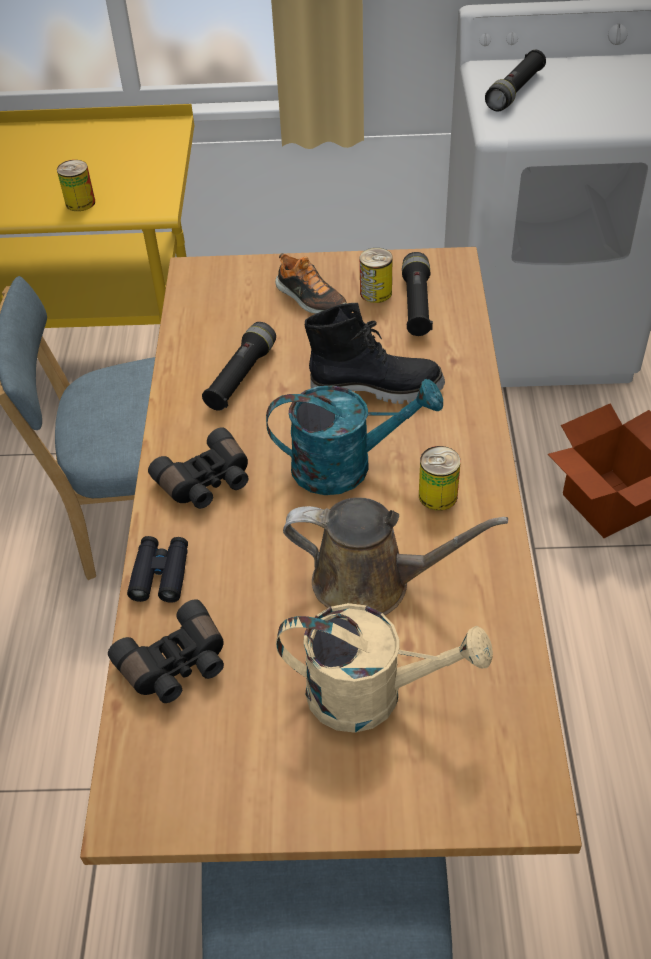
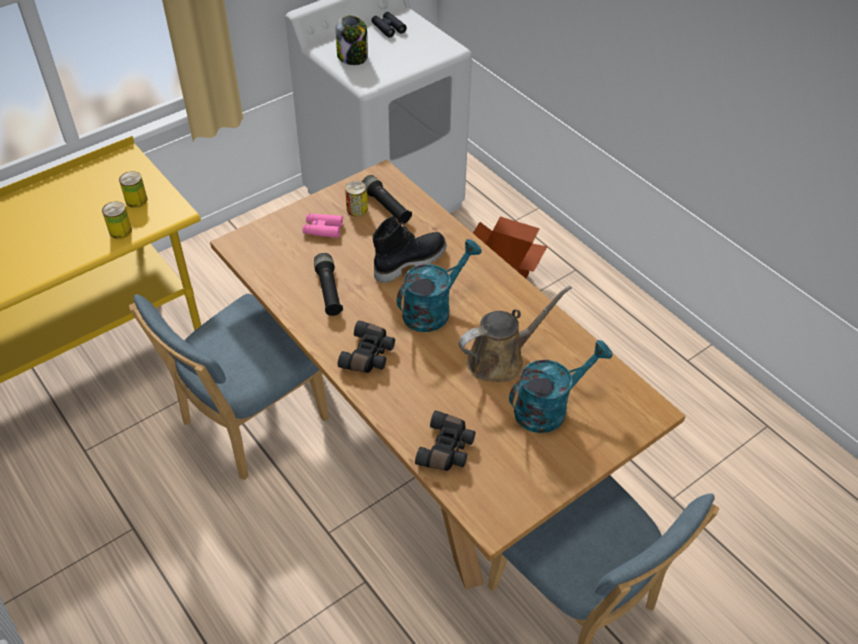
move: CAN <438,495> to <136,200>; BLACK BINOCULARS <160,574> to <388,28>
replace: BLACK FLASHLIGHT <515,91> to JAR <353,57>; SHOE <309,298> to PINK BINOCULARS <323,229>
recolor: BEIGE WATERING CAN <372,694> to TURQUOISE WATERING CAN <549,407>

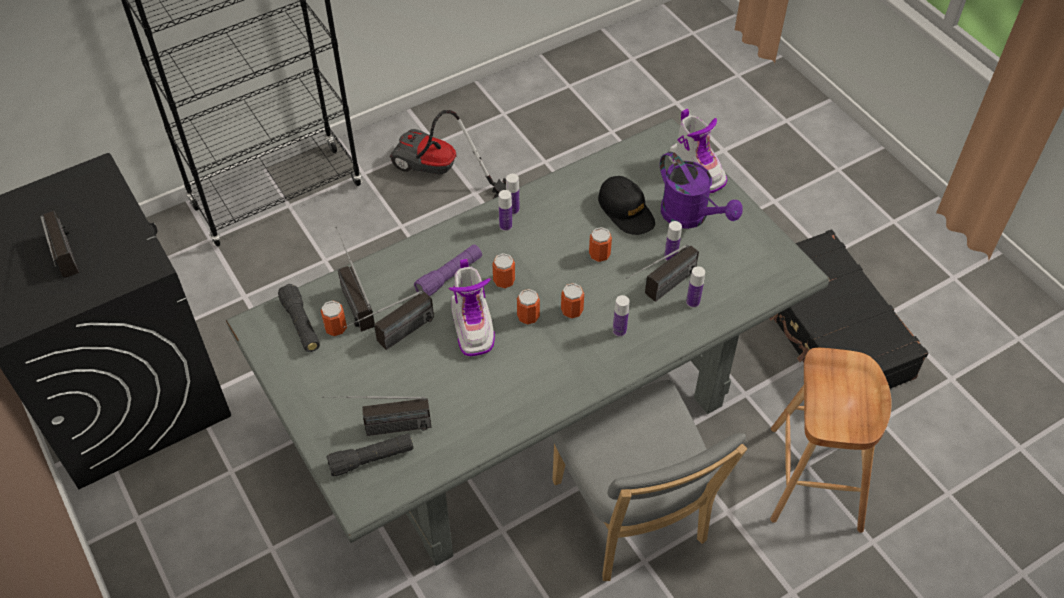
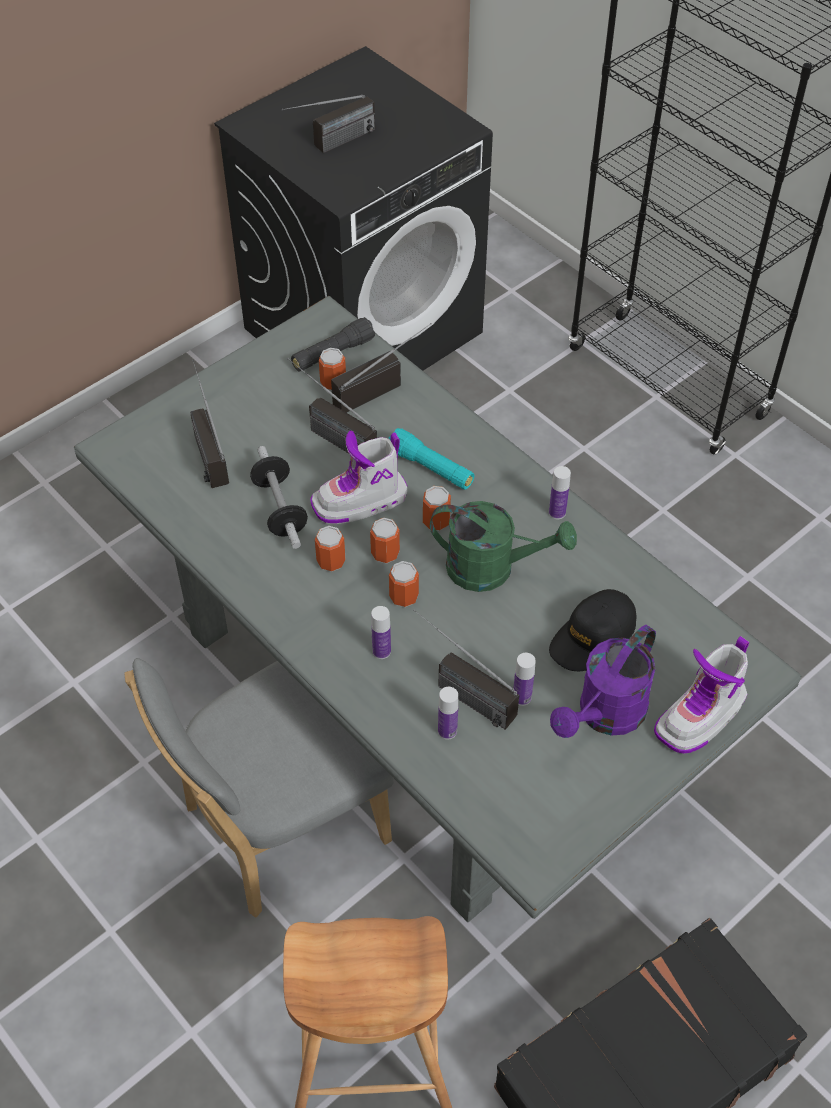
delete: VACUUM CLEANER <439,173>; BOTTLE <505,226>; BLACK FLASHLIGHT <371,459>
insert: DUMBBELL <280,509>; GREEN WATERING CAN <492,568>
move: CAN <599,255> to <331,561>
recolor: PURPLE FLASHLIGHT <449,276> to TURQUOISE FLASHLIGHT <431,468>

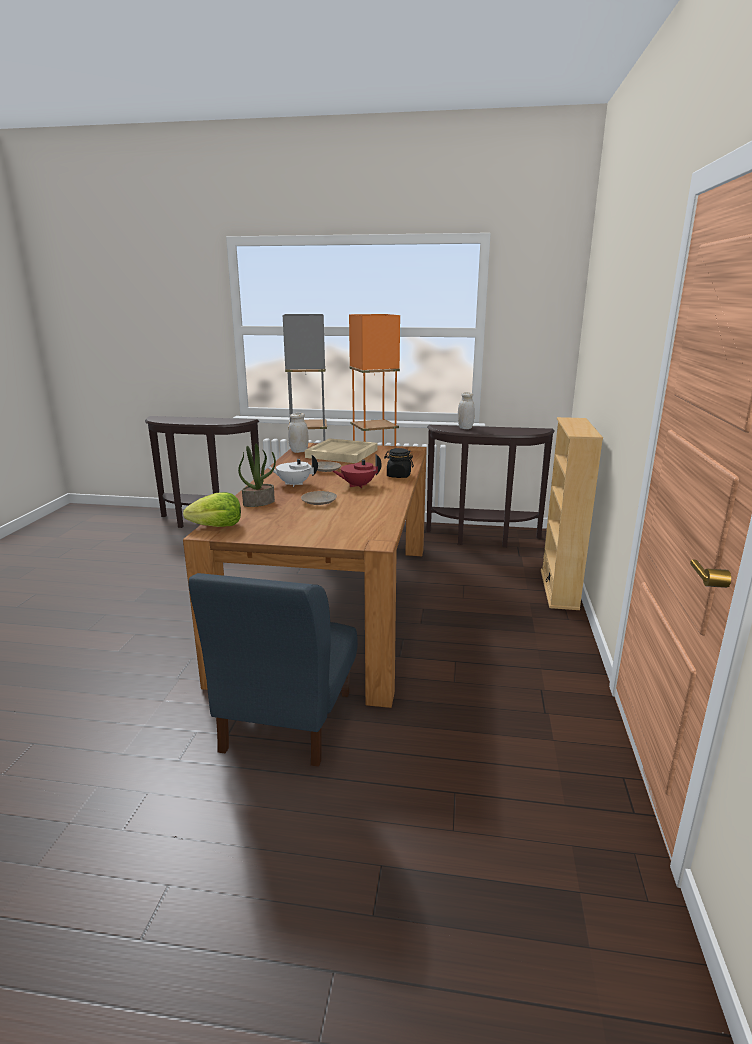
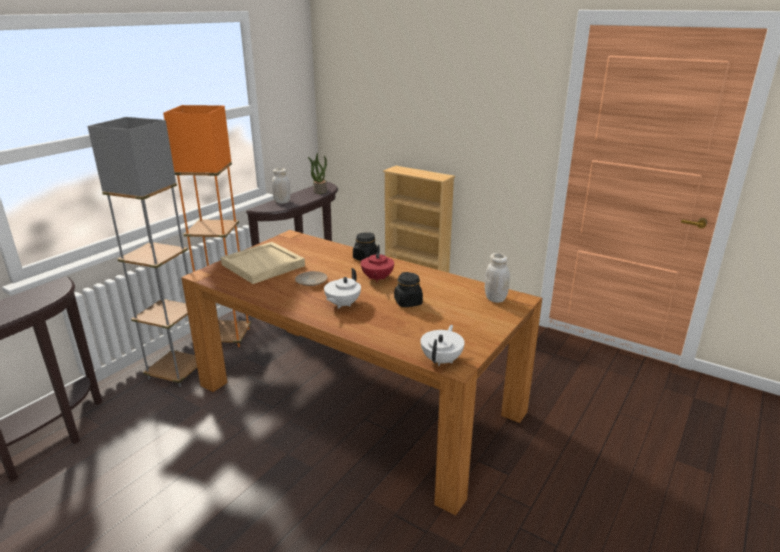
delete: BLUE CHAIR <286,721>
move: WHITE JAR <299,451> to <495,299>; POTTED PLANT <259,502> to <319,191>
replace: BEIGE PLATE <319,502> to BLACK JAR <408,302>; LETTUCE <217,526> to WHITE TEAPOT <442,360>

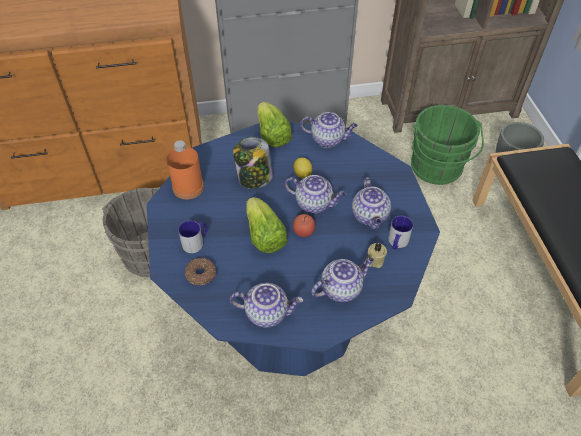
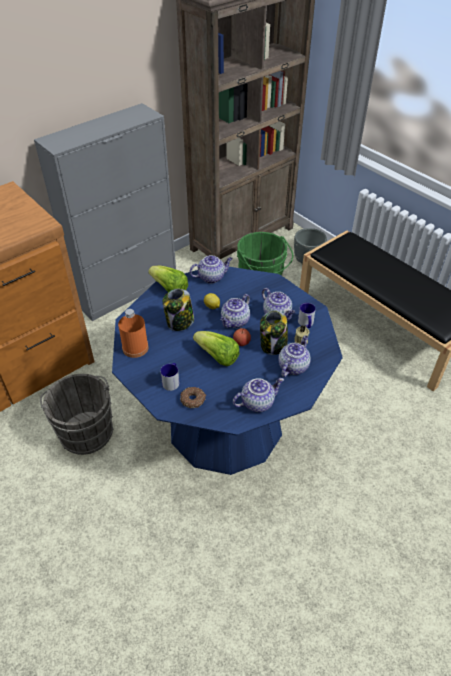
insert: JAR <273,345>
rotate: TEAPOT <314,204> = <235,322> 135 degrees clockwise

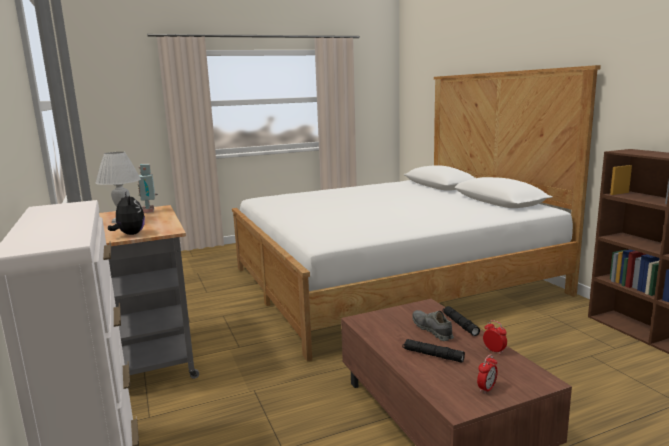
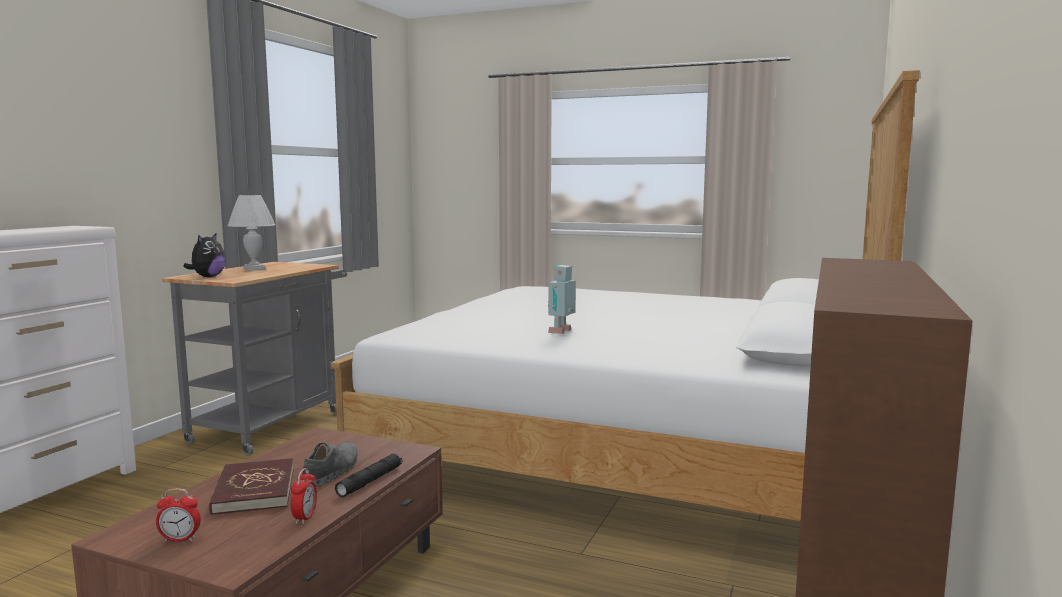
move: TOY ROBOT <150,211> to <562,332>
replace: BLACK FLASHLIGHT <432,355> to RED BOOK <254,490>

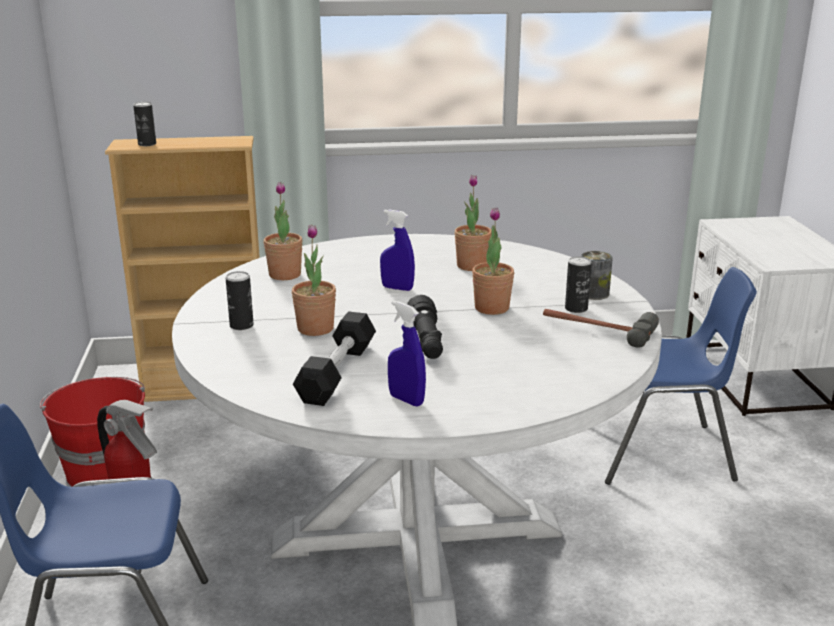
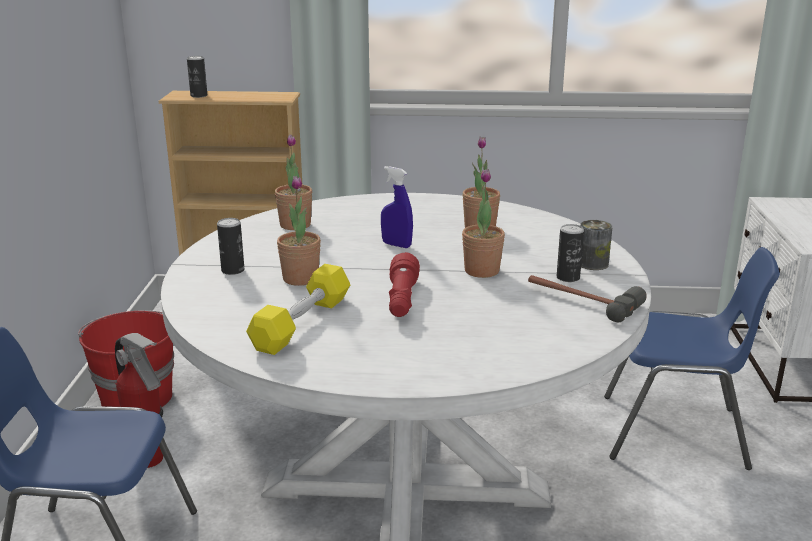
delete: BLUE SPRAY BOTTLE <406,400>
recolor: BLACK FLASHLIGHT <426,342> to RED FLASHLIGHT <402,300>; BLACK DUMBBELL <337,372> to YELLOW DUMBBELL <302,323>

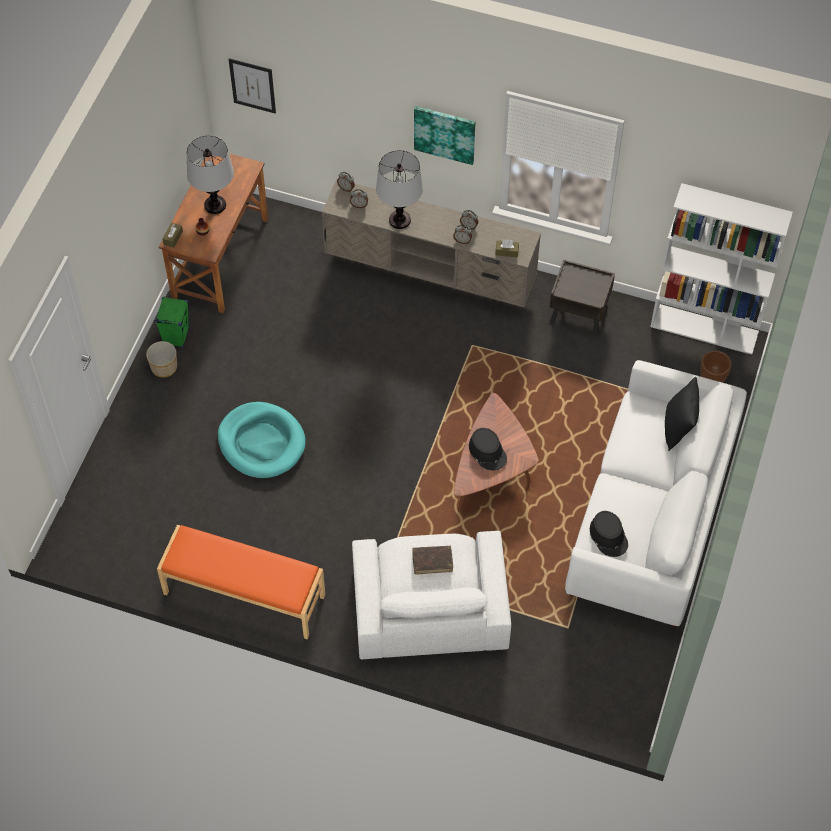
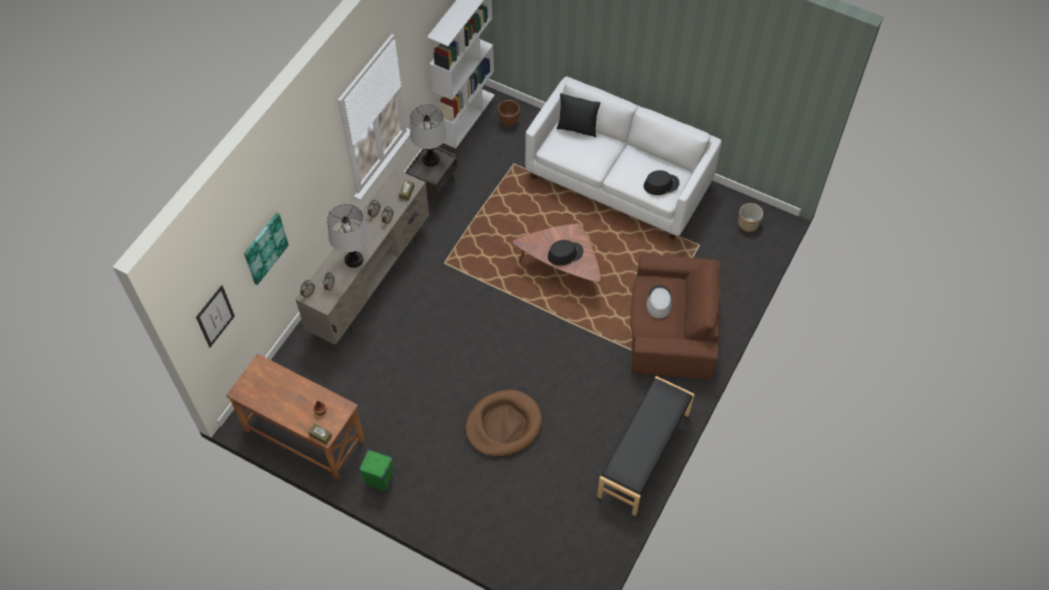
move: PICTURE <445,134> to <265,248>; TABLE LAMP <214,205> to <431,159>; PLANTER <164,367> to <748,223>
replace: BROWN BOOK <432,561> to GREY HAT <659,302>
recolor: TURQUOISE DOG BED <261,442> to BROWN DOG BED <503,425>; ORANGE BENCH <244,595> to BLACK BENCH <644,455>; WHITE ARMCHAIR <429,607> to BROWN ARMCHAIR <671,328>

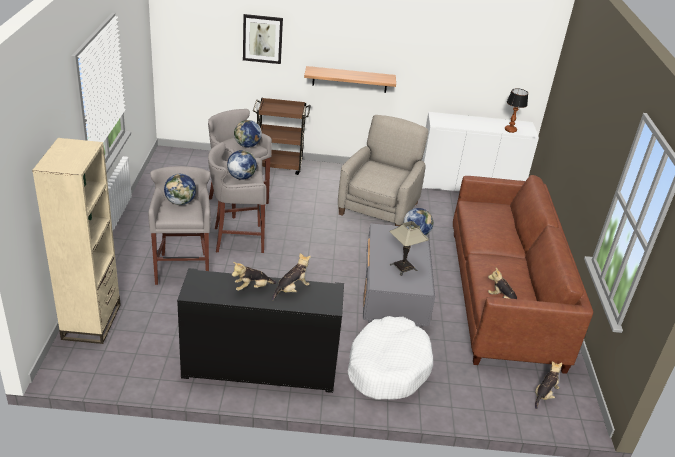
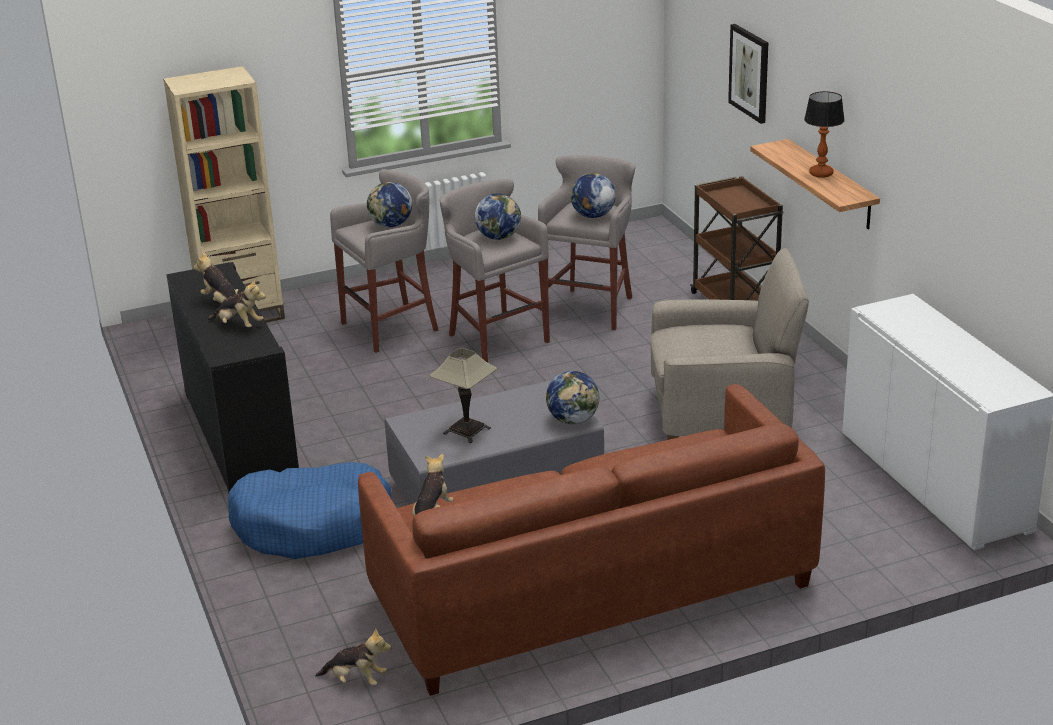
move: TABLE LAMP <510,130> to <821,174>
recolor: WHITE DOG BED <387,367> to BLUE DOG BED <313,524>

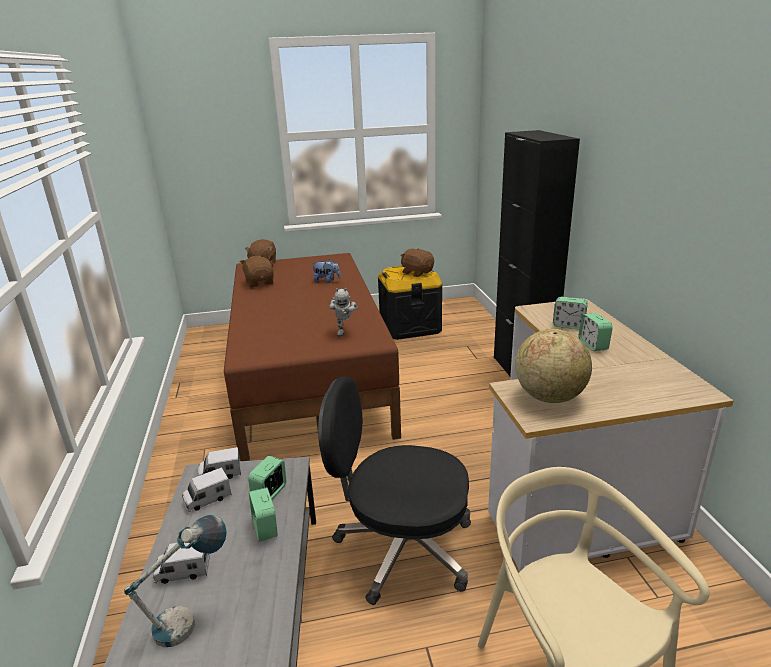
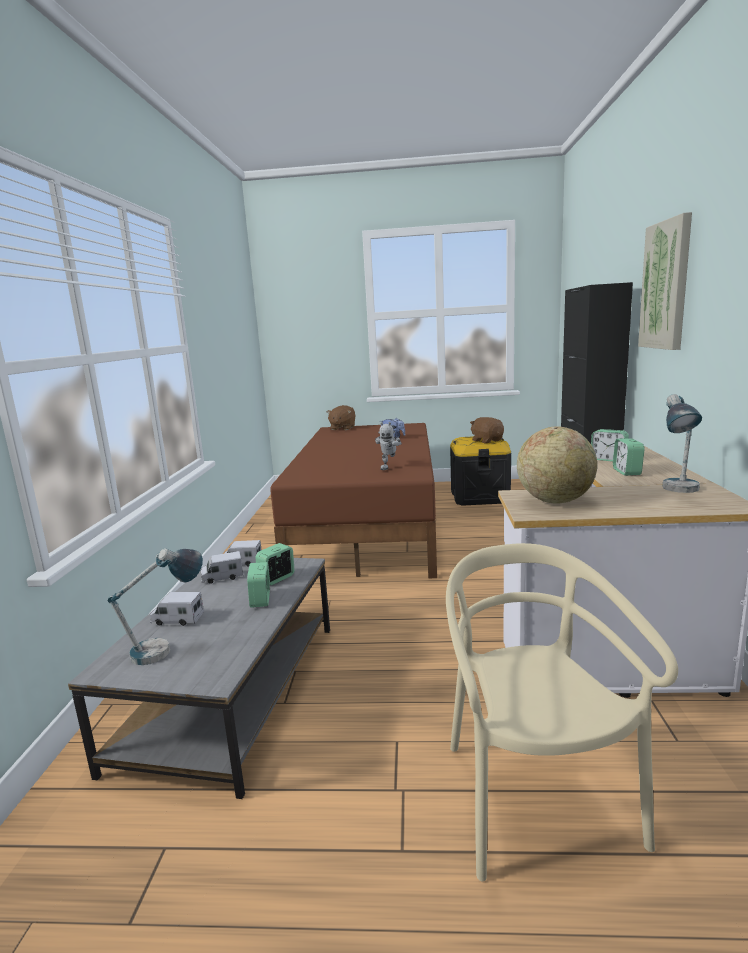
delete: BROWN PLUSH TOY <260,282>; BLACK OFFICE CHAIR <402,548>
insert: PICTURE <666,285>; TABLE LAMP <678,492>

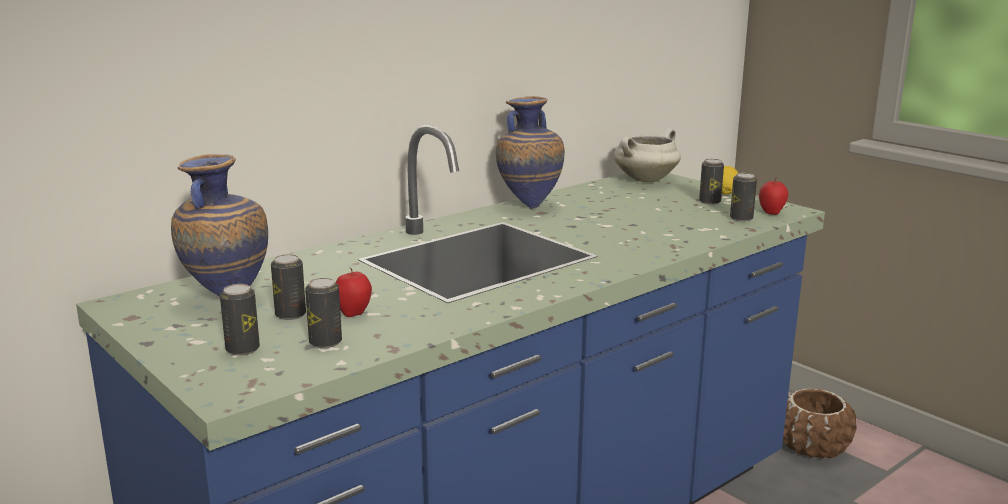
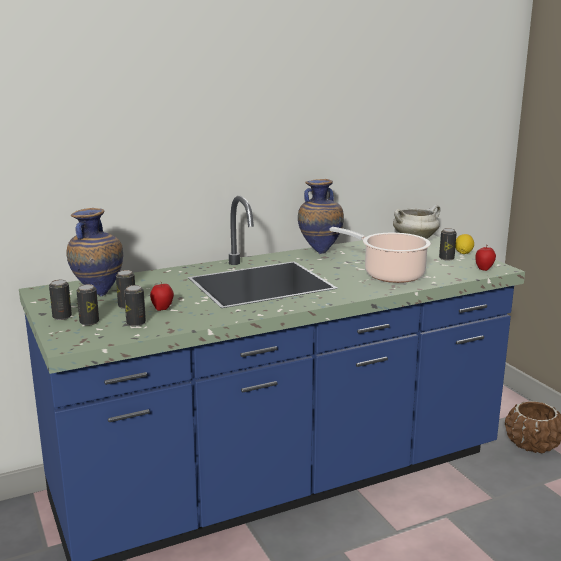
insert: COOKING POT <390,274>
move: CAN <741,218> to <62,317>

